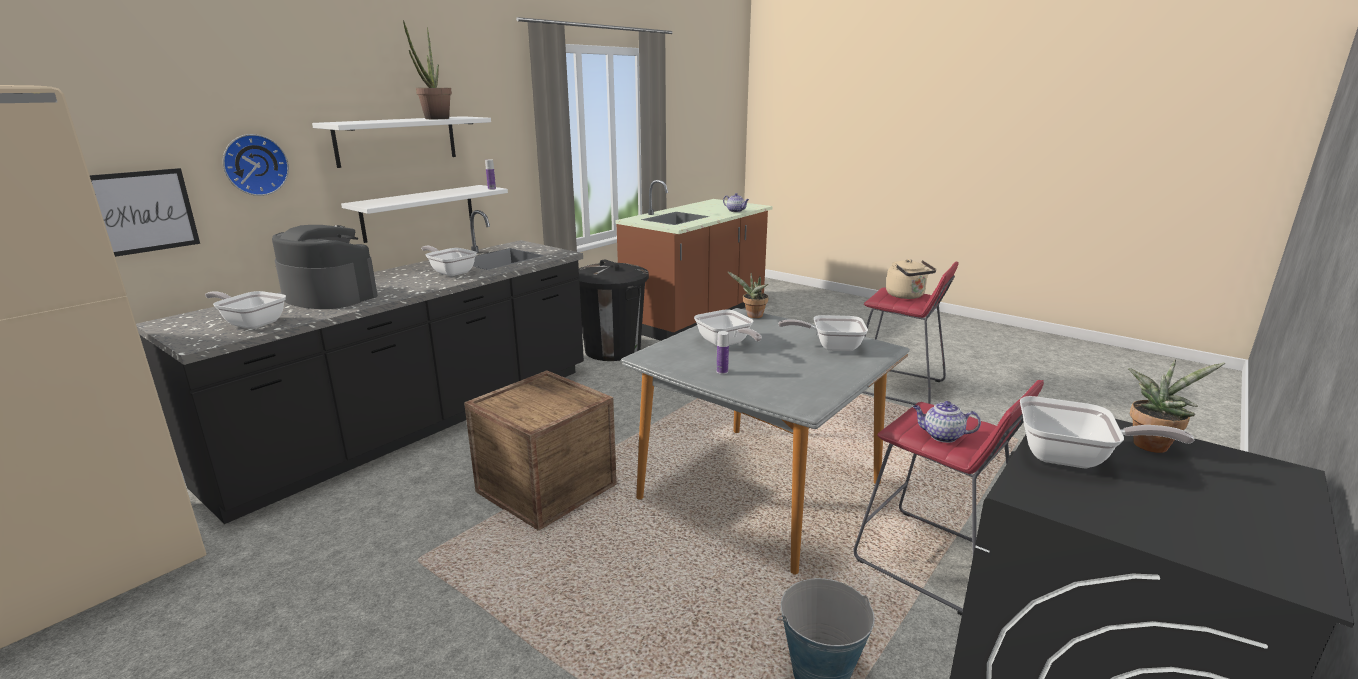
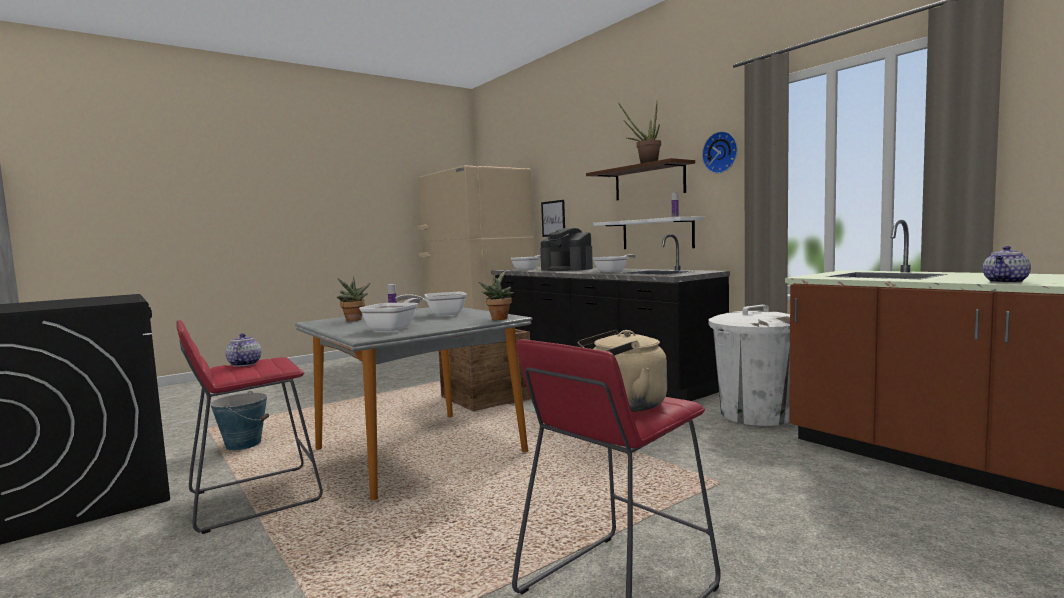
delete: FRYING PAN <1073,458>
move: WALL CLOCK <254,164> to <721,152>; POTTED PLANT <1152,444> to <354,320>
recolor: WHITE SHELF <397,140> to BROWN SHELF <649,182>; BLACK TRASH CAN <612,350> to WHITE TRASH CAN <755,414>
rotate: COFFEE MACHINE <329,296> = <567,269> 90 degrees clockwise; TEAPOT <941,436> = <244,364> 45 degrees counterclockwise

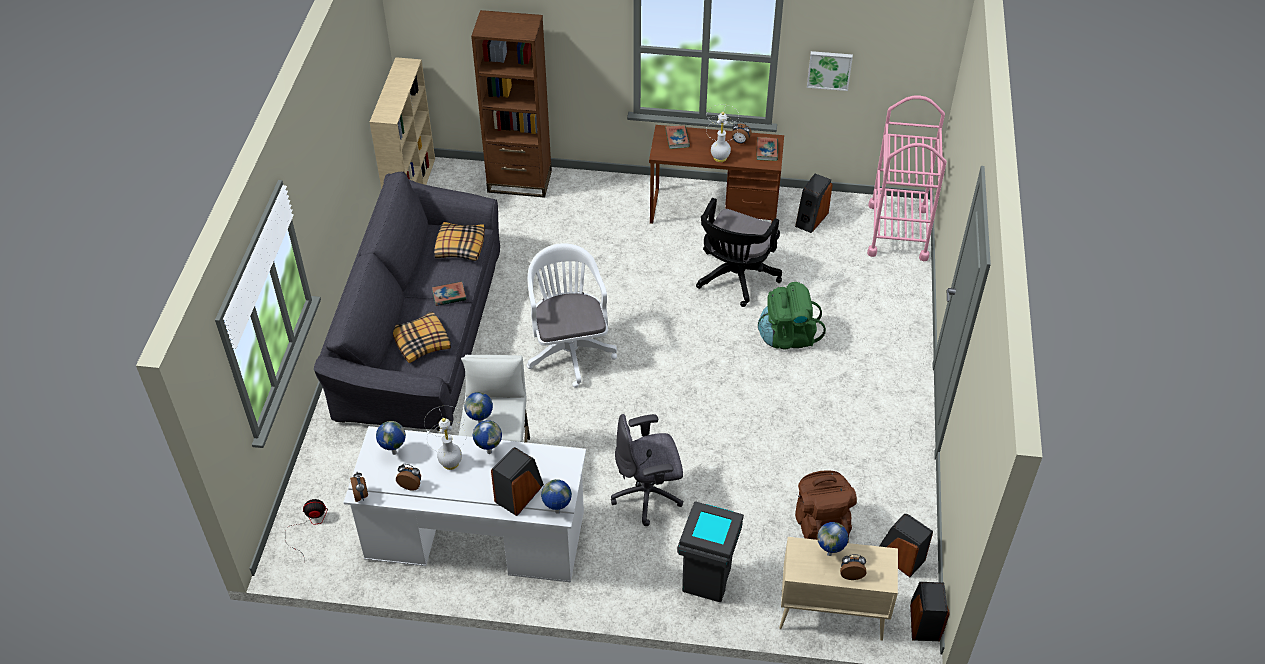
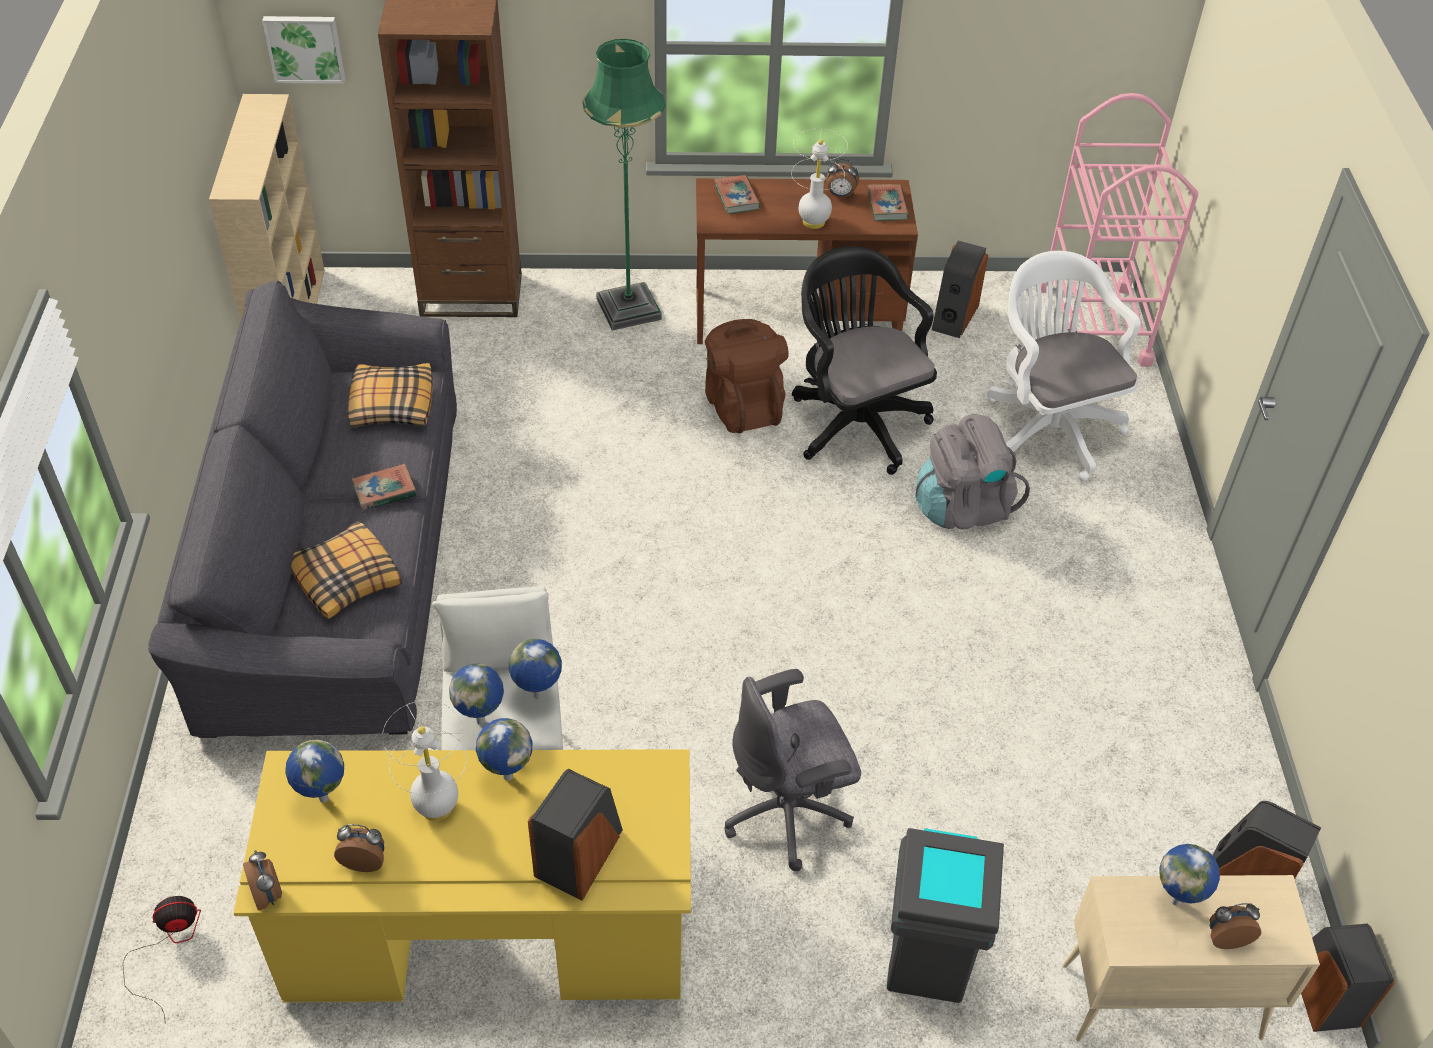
insert: GREEN FLOOR LAMP <628,309>
move: PICTURE <829,69> to <305,48>; WHITE OFFICE CHAIR <569,349> to <1047,425>; BROWN BACKPACK <821,525> to <742,405>; GLOBE <557,512> to <538,696>
recolor: GREEN BACKPACK <788,336> to GREY BACKPACK <963,507>; WHITE DESK <475,537> to YELLOW DESK <488,930>
rotate: BLACK OFFICE CHAIR <734,279> = <854,421> 135 degrees clockwise

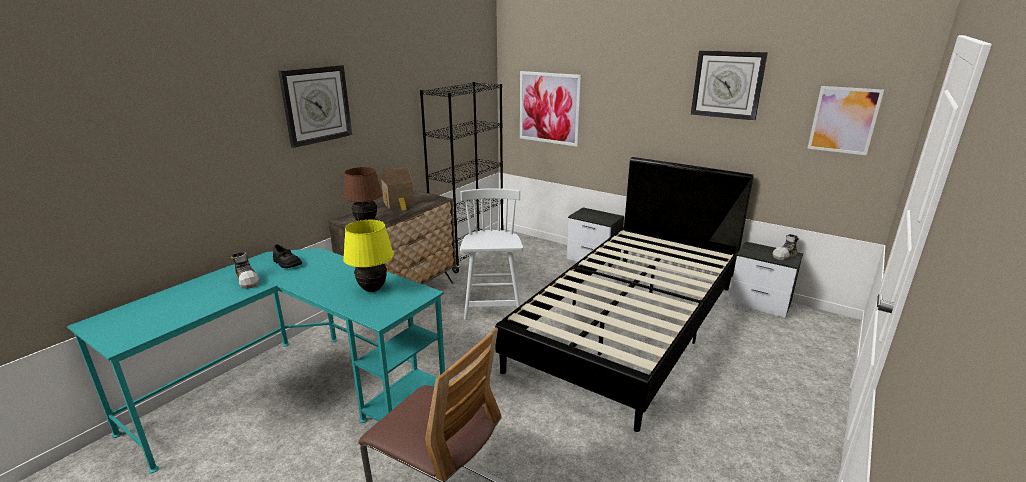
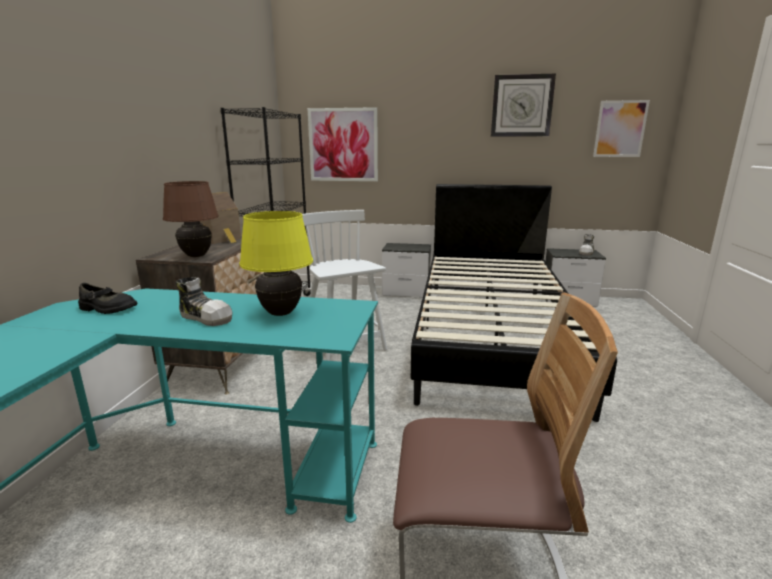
delete: WALL CLOCK <316,105>
move: SHOE <248,280> to <206,317>

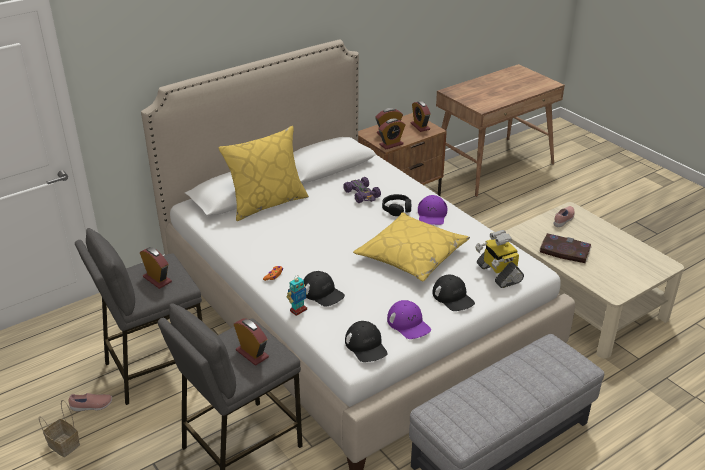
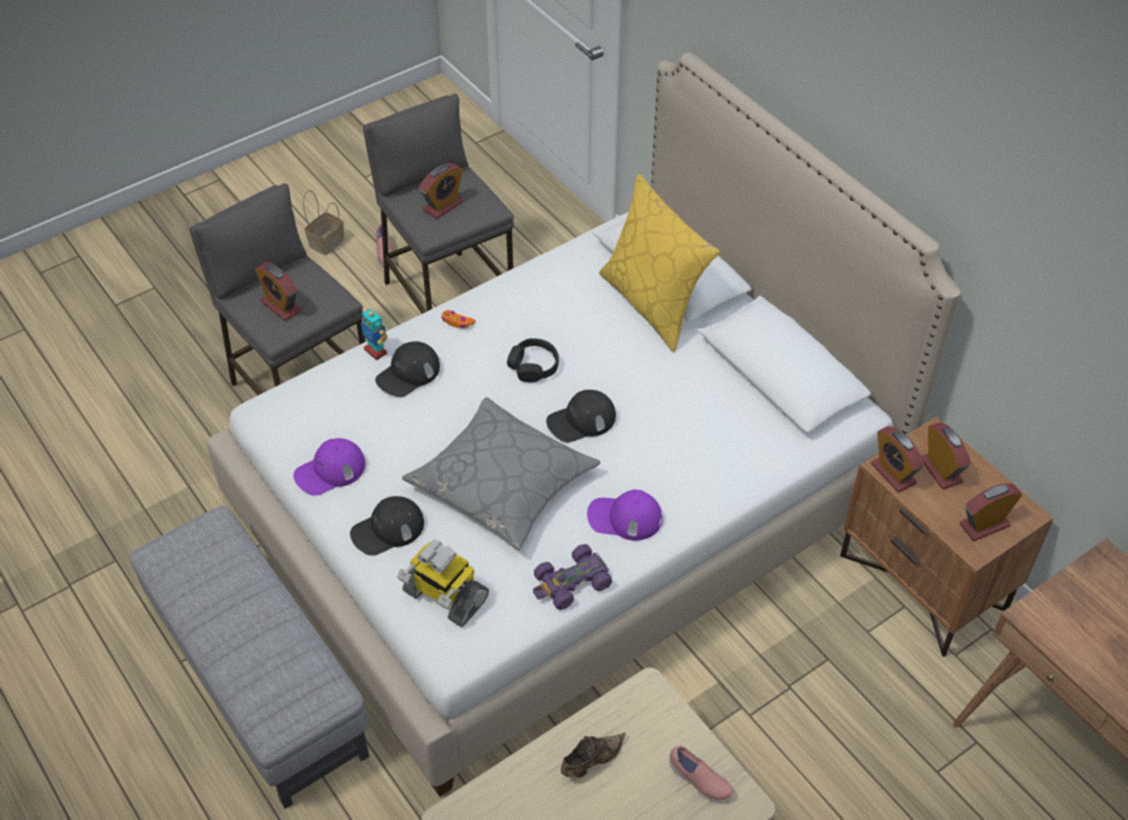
move: PURPLE TOY CAR <362,194> to <571,583>; BLACK HEADPHONES <397,209> to <533,366>; BLACK CAP <366,346> to <581,420>
replace: BOOK <564,251> to BROWN SHOE <590,762>
recolor: YELLOW PILLOW <411,255> to GREY PILLOW <502,483>
rotate: TOY ROBOT <498,273> = <444,596> 120 degrees counterclockwise; ALARM CLOCK <252,354> = <281,306> 90 degrees clockwise

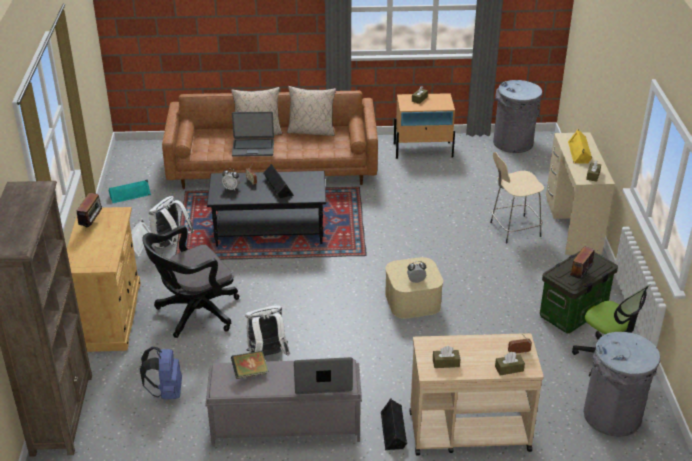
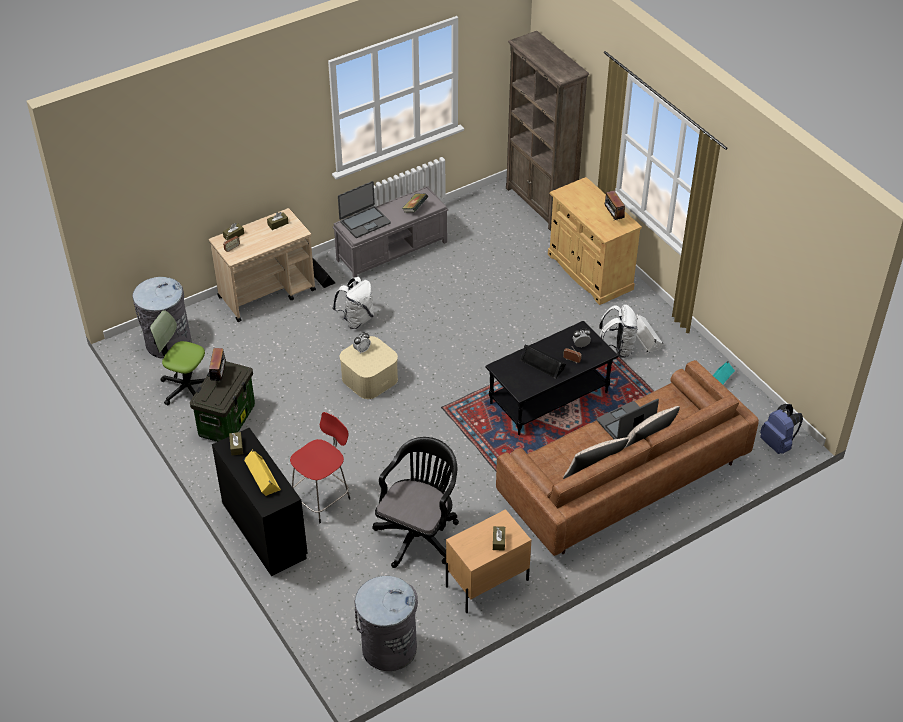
move: BLACK OFFICE CHAIR <194,313> to <419,533>; WHITE BACKPACK <267,356> to <356,320>; BLUE BACKPACK <166,392> to <778,444>
recolor: BEIGE DESK <573,226> to BLACK DESK <263,530>; BEIGE STOOL <513,229> to RED STOOL <322,498>

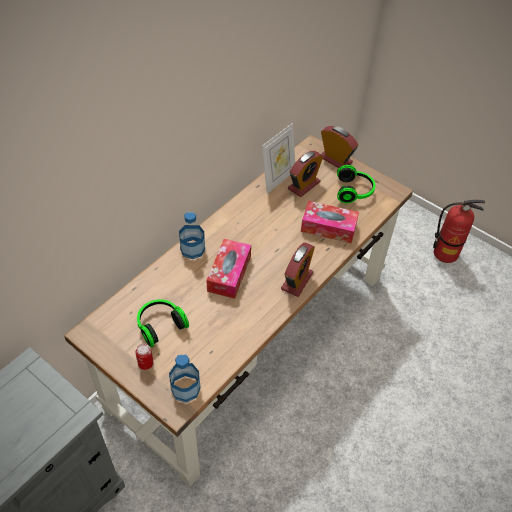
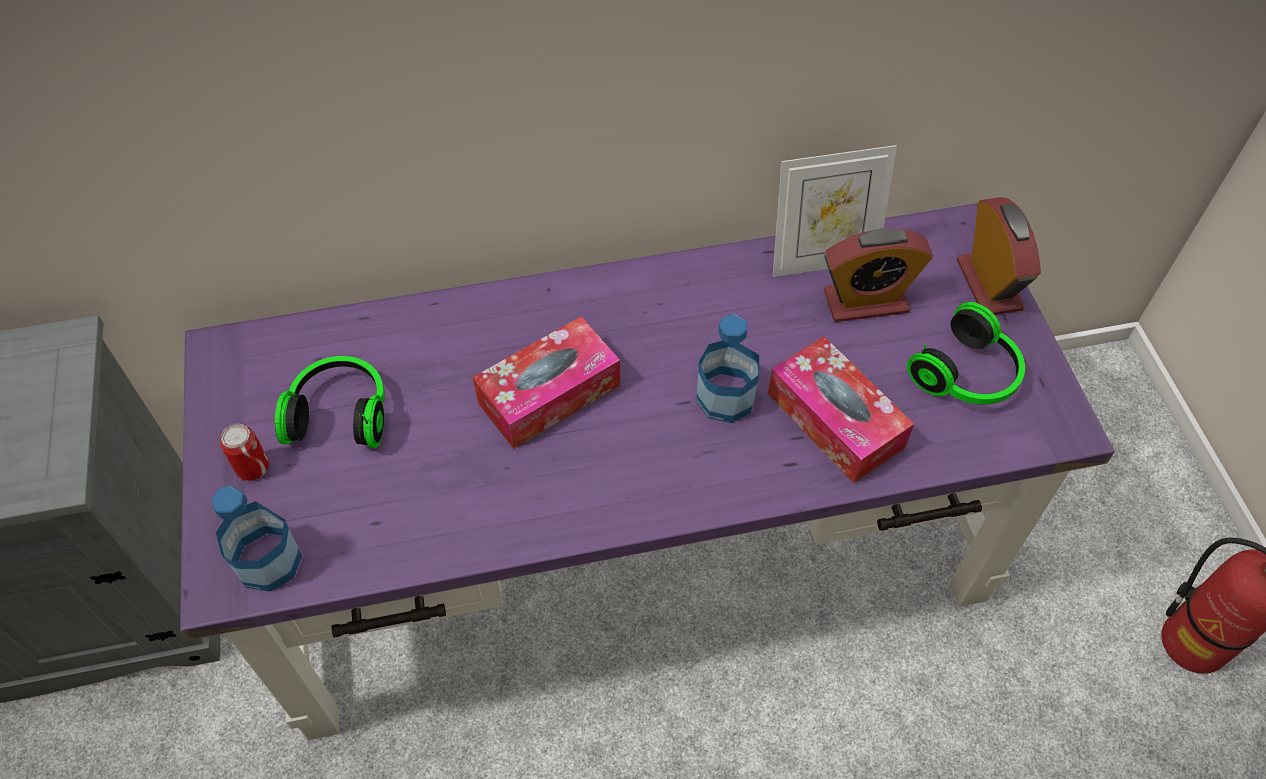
delete: ALARM CLOCK <297,281>
move: BOTTLE <192,249> to <725,398>
recolor: BROWN DESK <252,337> to PURPLE DESK <635,550>

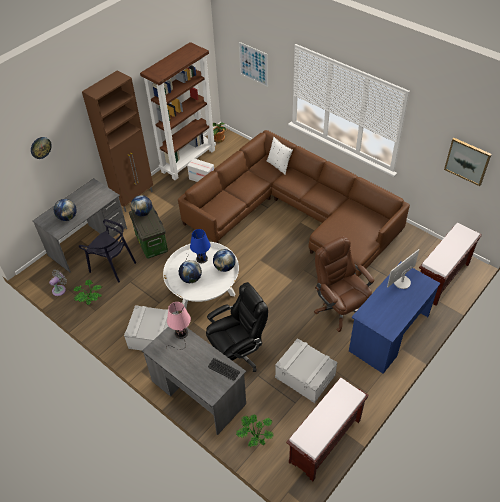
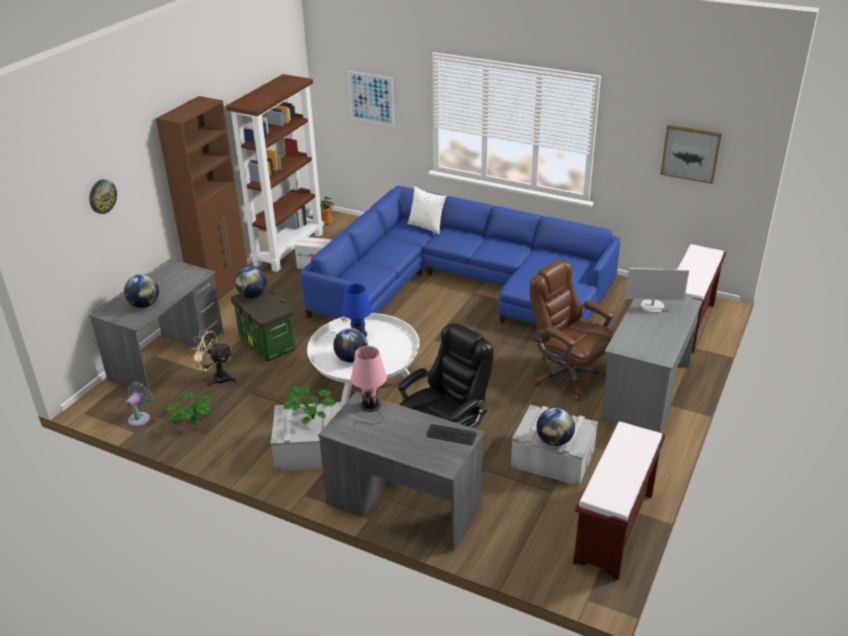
move: GLOBE <225,267> to <554,441>; POTTED PLANT <255,436> to <310,418>
replace: BLACK CHAIR <113,266> to BEIGE FAN <216,378>
recolor: BROWN SOFA <294,213> to BLUE SOFA <461,285>; BLUE DESK <389,333> to GREY DESK <646,392>
rotate: MONITOR <401,282> = <652,306> 120 degrees counterclockwise

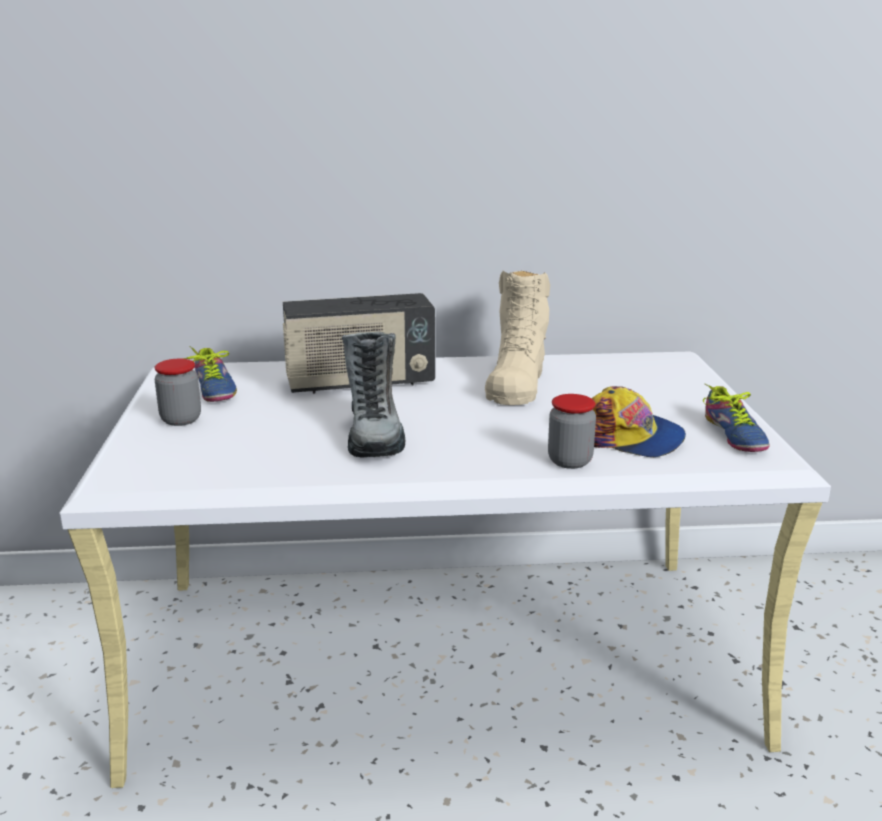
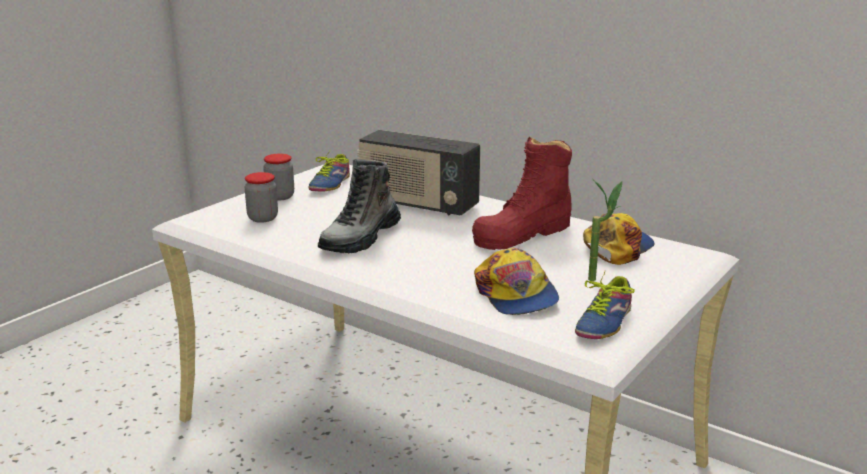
insert: POTTED PLANT <599,279>; CAP <617,247>
move: JAR <570,461> to <263,218>
recolor: BEIGE BOOT <516,382> to RED BOOT <523,234>

